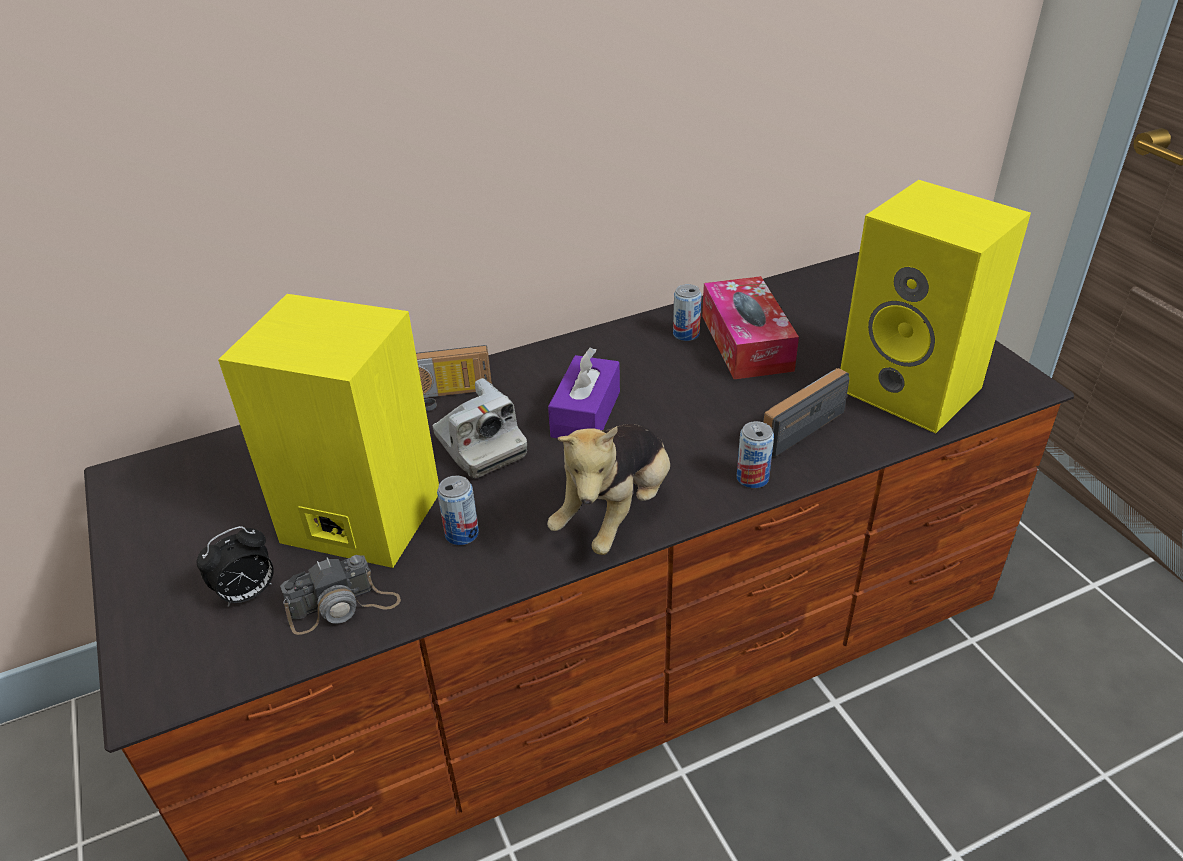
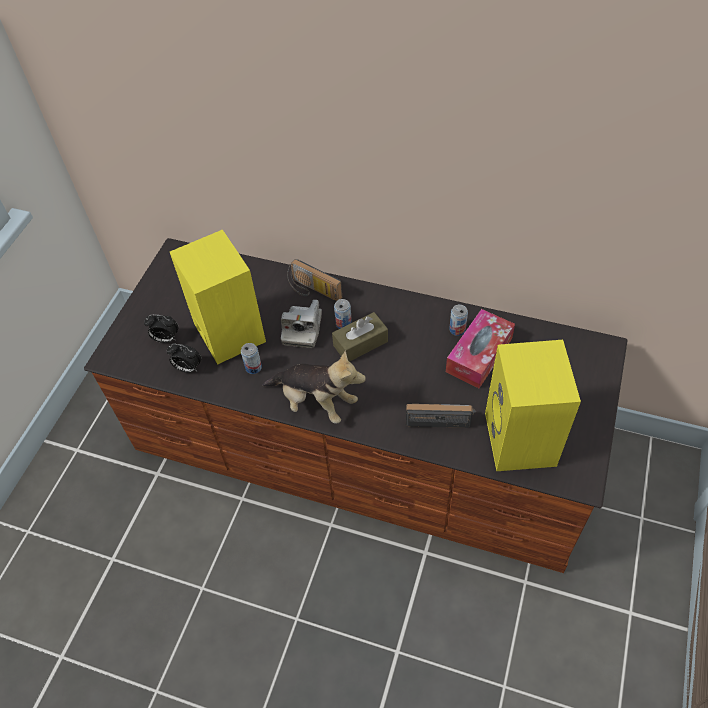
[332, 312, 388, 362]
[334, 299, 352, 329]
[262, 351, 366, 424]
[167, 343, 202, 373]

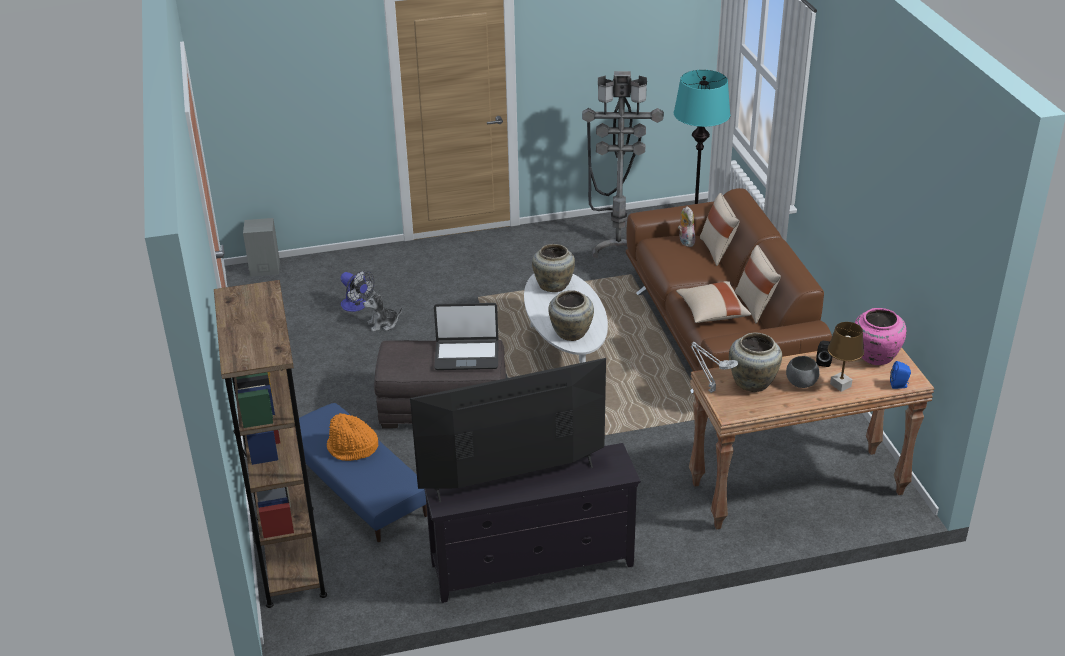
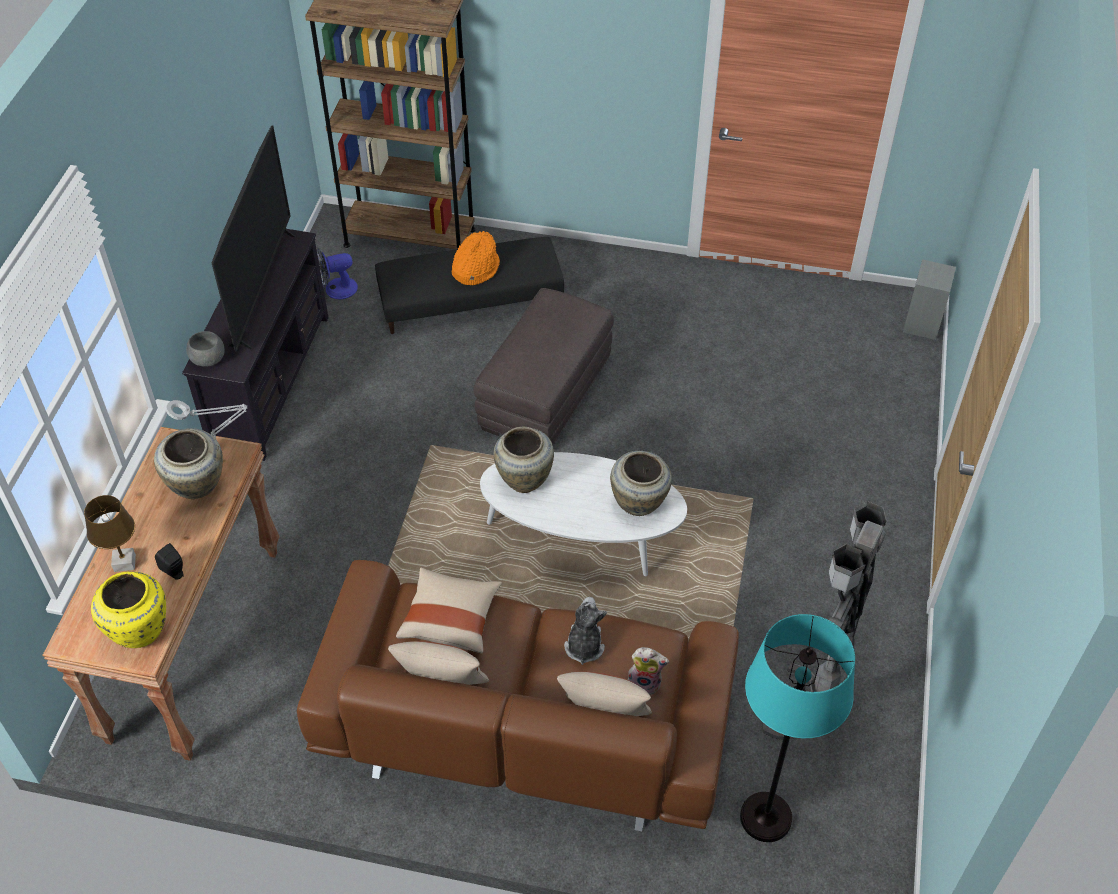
[316, 247, 358, 299]
[564, 597, 607, 665]
[434, 303, 498, 370] (first image)
[91, 572, 166, 648]
[186, 331, 225, 367]
[890, 361, 911, 389] (first image)
[375, 237, 564, 334]

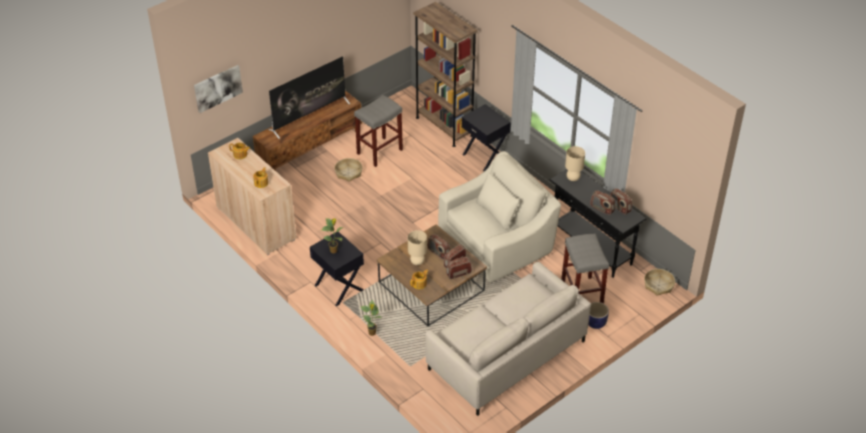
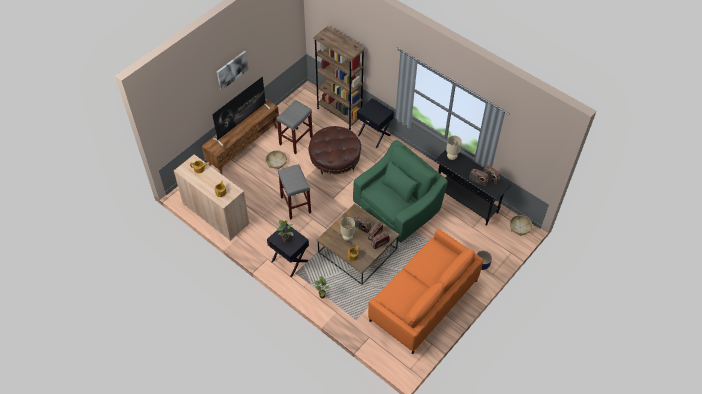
[217, 51, 249, 91]
[353, 140, 448, 243]
[278, 164, 311, 220]
[368, 229, 484, 354]
[308, 126, 361, 176]

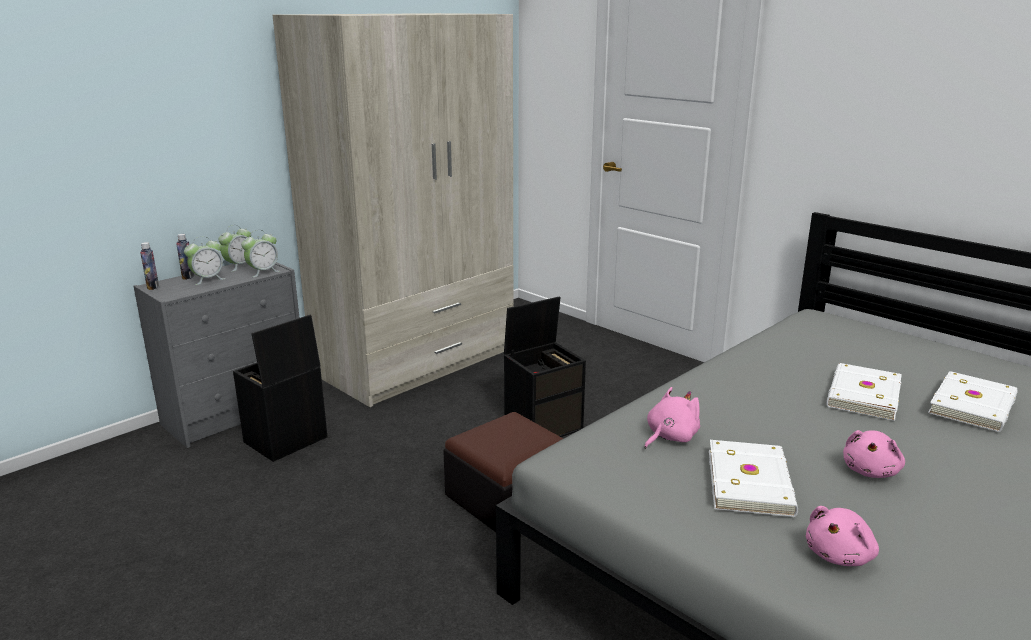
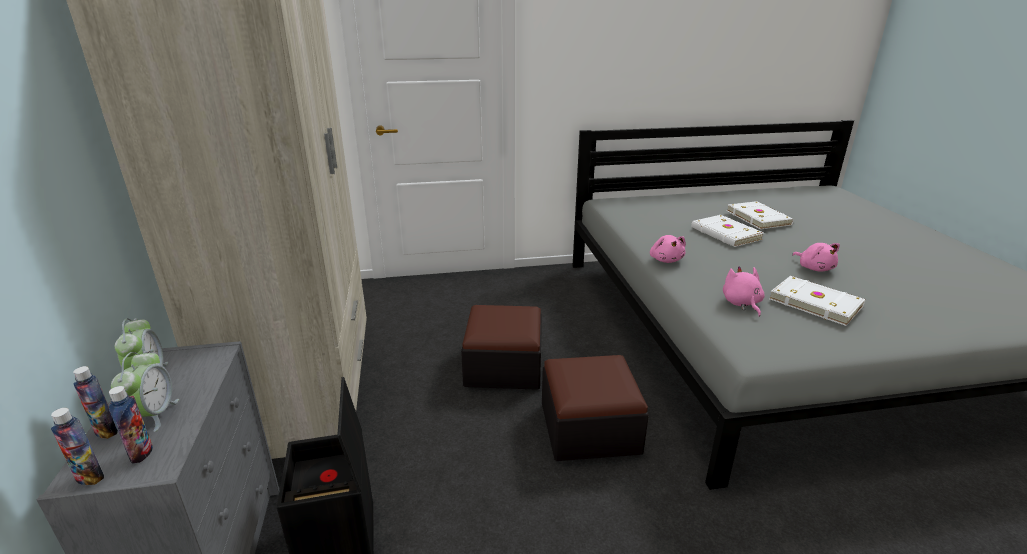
[241, 230, 280, 277] (first image)
[461, 305, 542, 390]
[650, 235, 686, 263]
[109, 386, 153, 464]

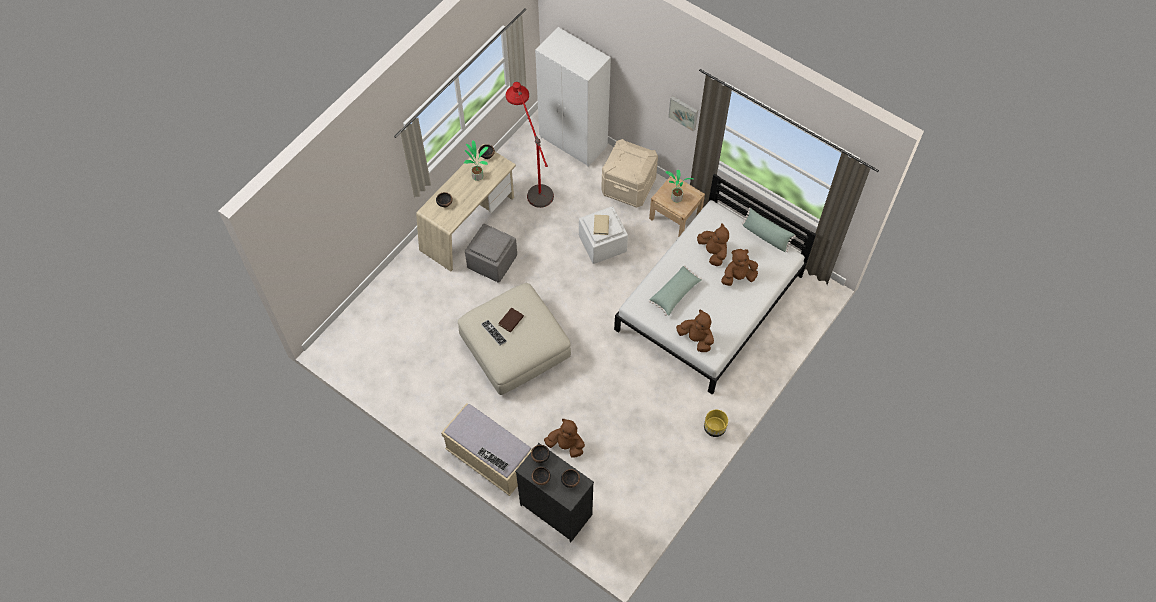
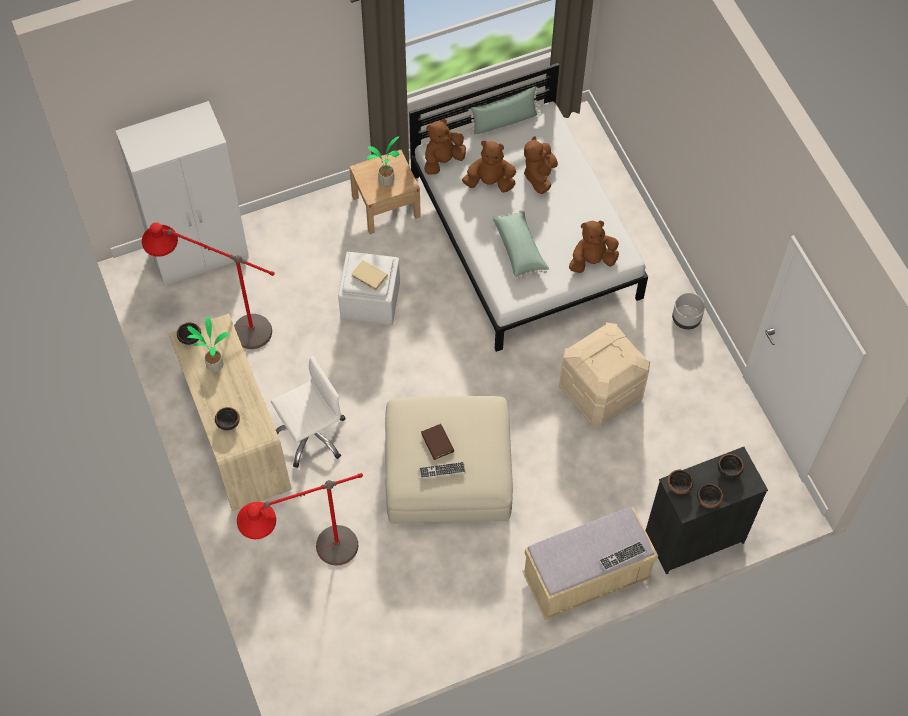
[668, 96, 698, 132] (first image)
[559, 323, 650, 426]
[271, 356, 346, 468]
[672, 293, 705, 330]
[424, 119, 466, 175]
[237, 473, 363, 566]

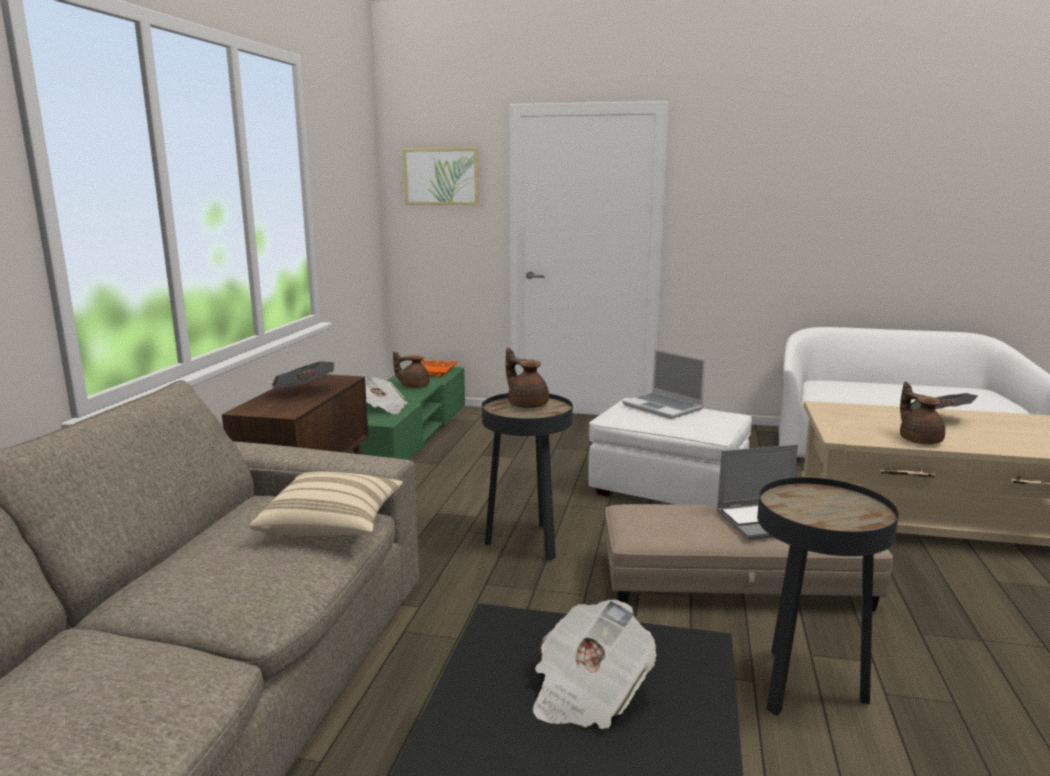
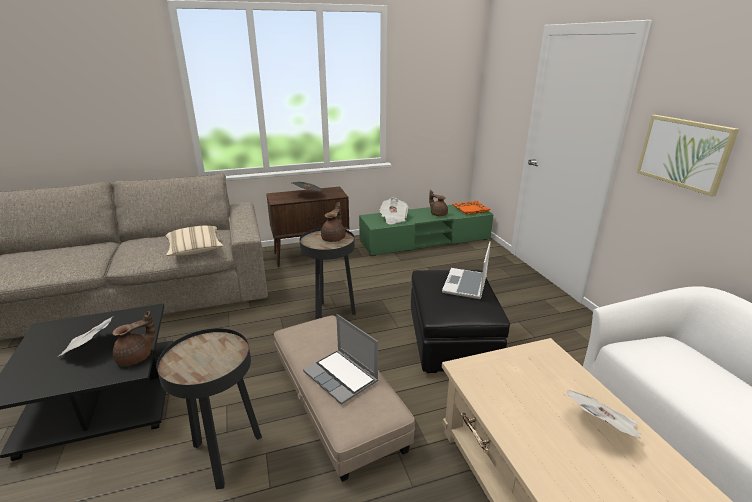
[637, 115, 739, 196]
[112, 311, 155, 366]
[411, 270, 510, 373]

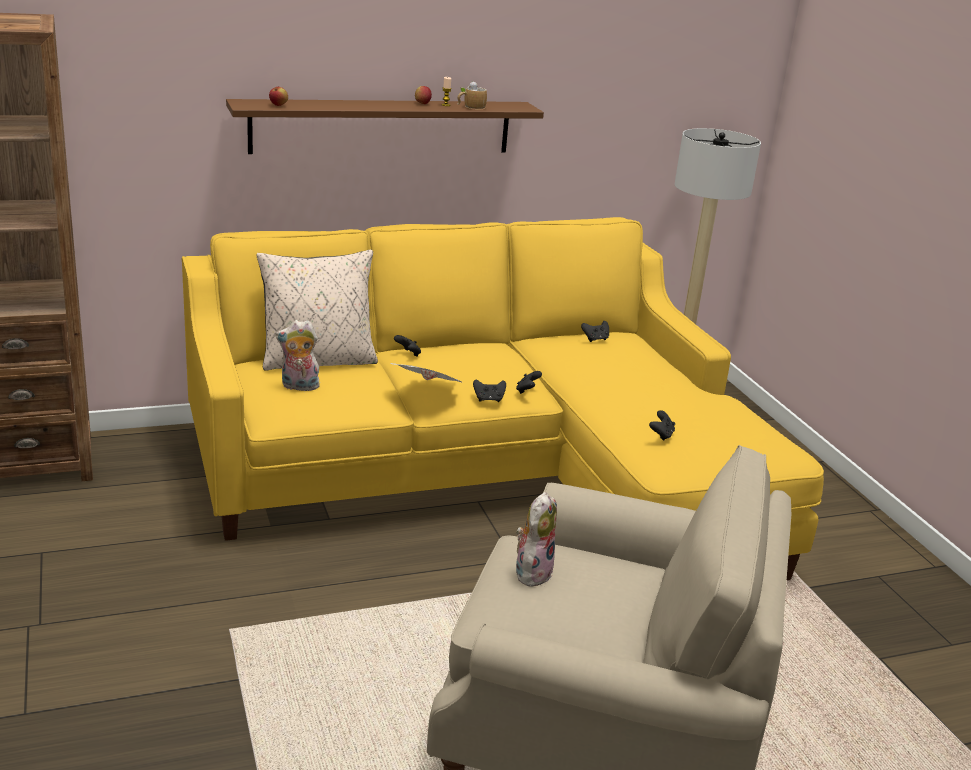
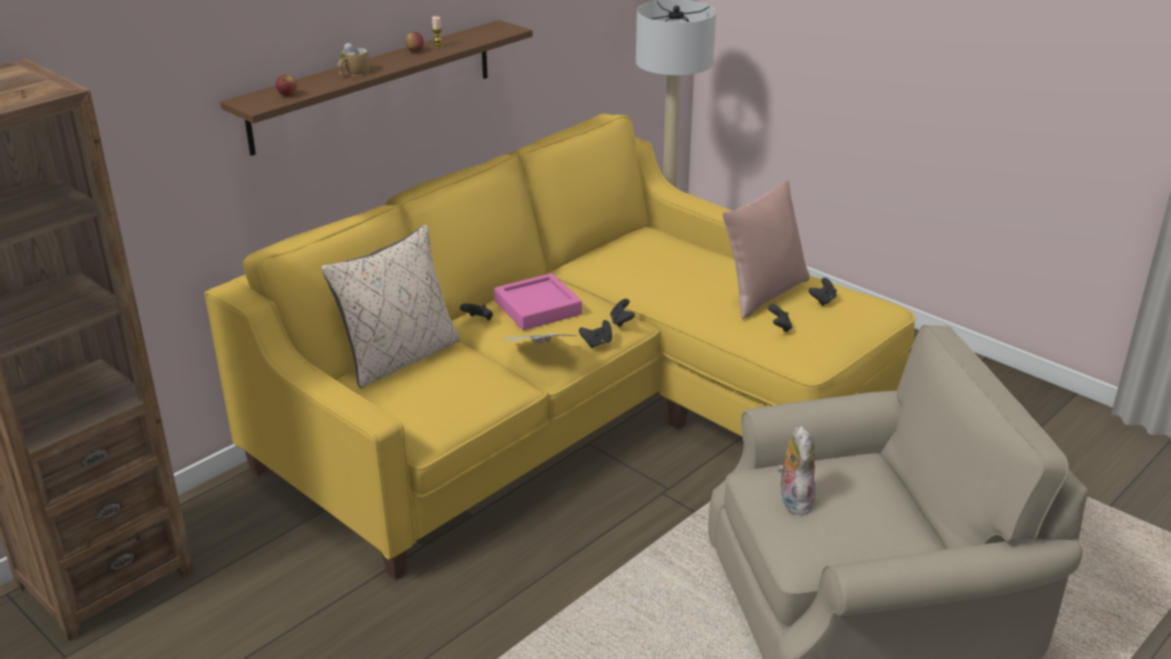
[338, 43, 370, 75]
[275, 320, 320, 391] (first image)
[809, 278, 837, 306]
[723, 180, 810, 319]
[494, 273, 582, 330]

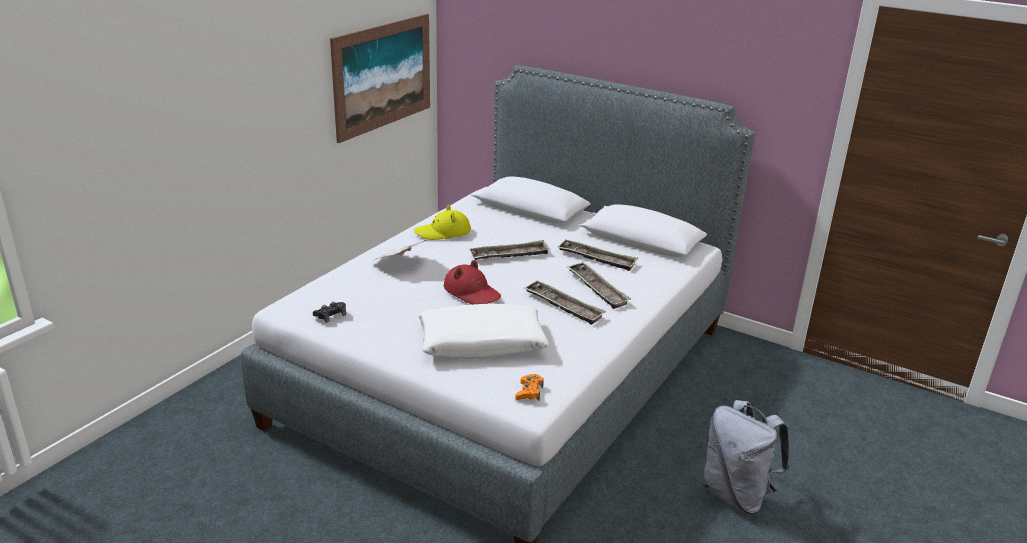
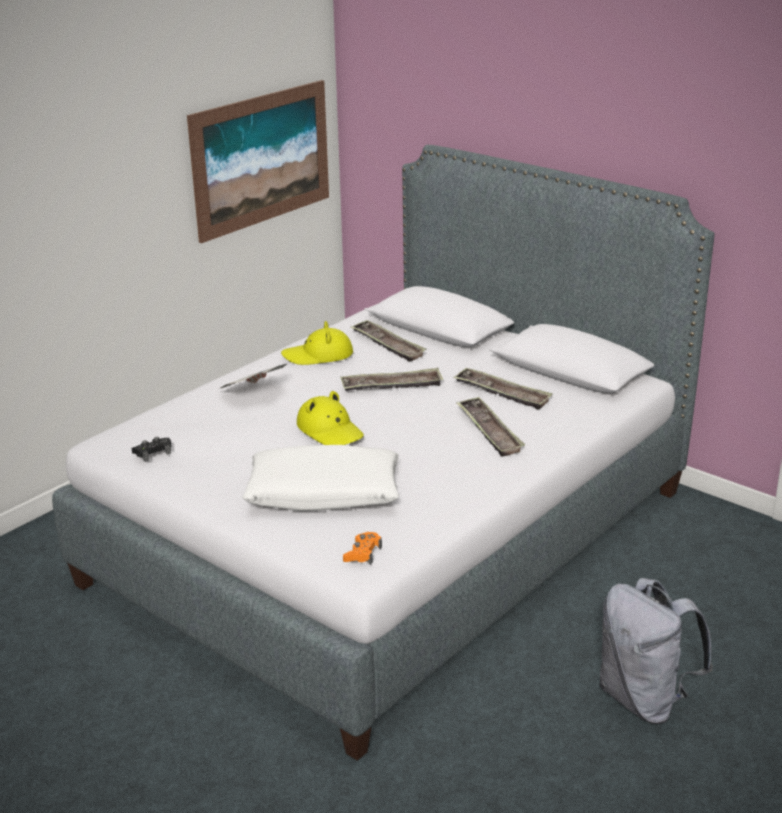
[297, 391, 364, 445]
[351, 320, 427, 362]

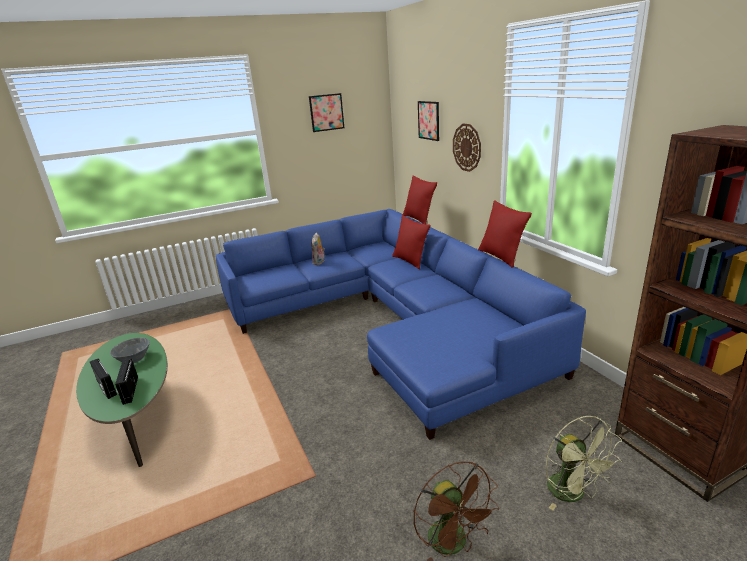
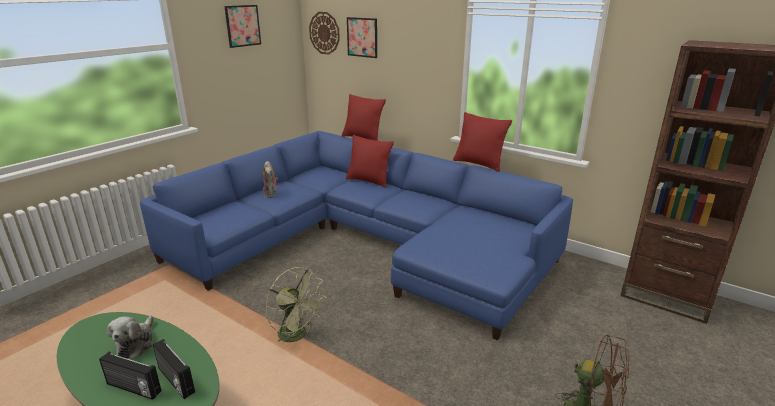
[309, 12, 340, 55]
[107, 316, 153, 359]
[266, 267, 326, 342]

